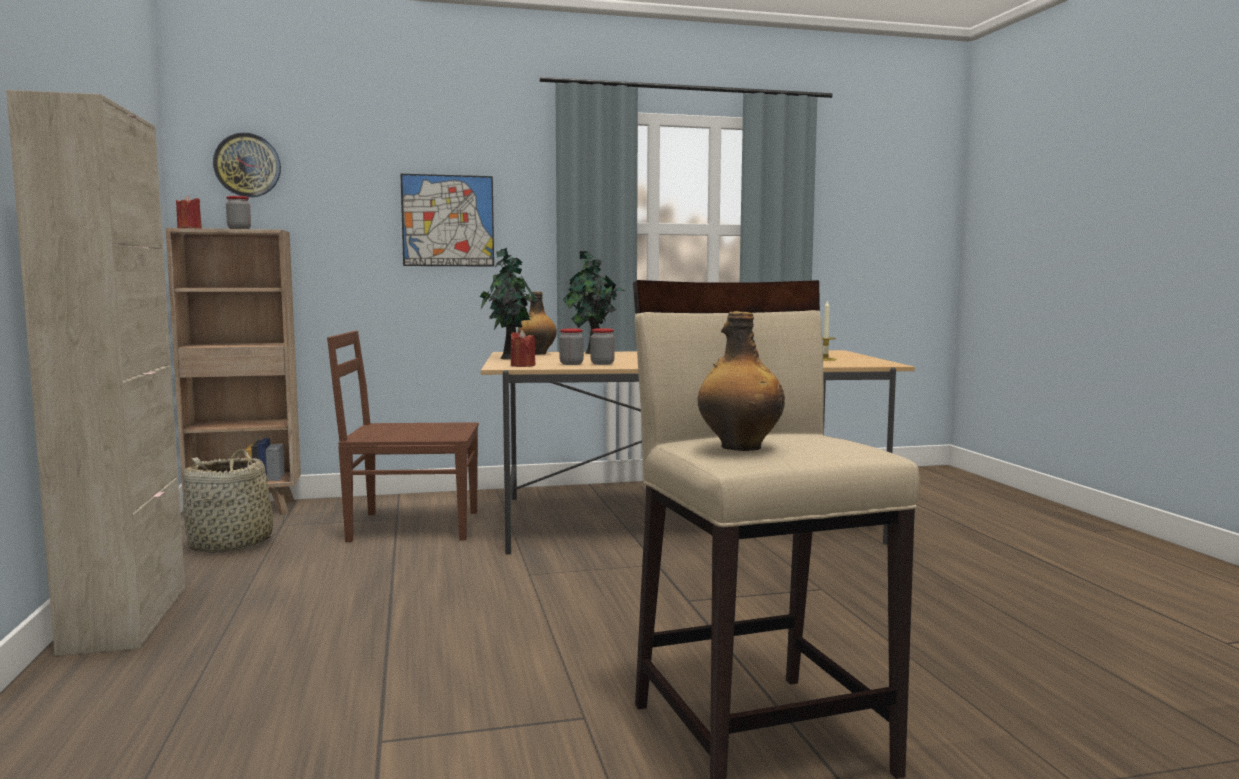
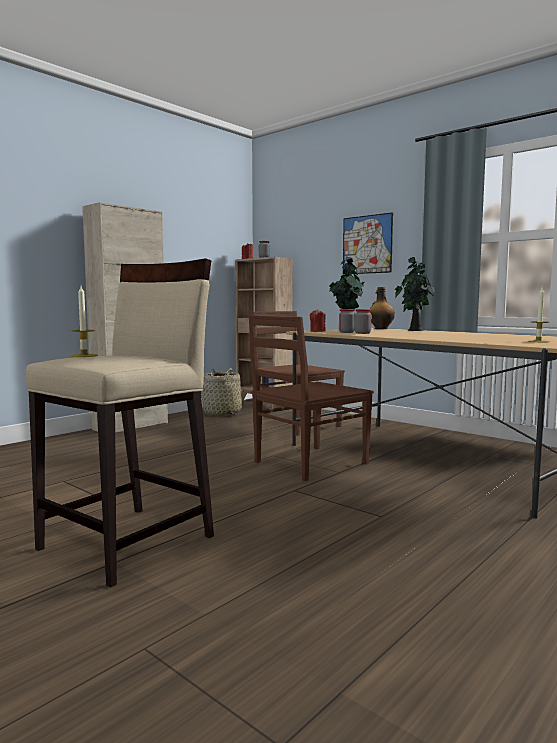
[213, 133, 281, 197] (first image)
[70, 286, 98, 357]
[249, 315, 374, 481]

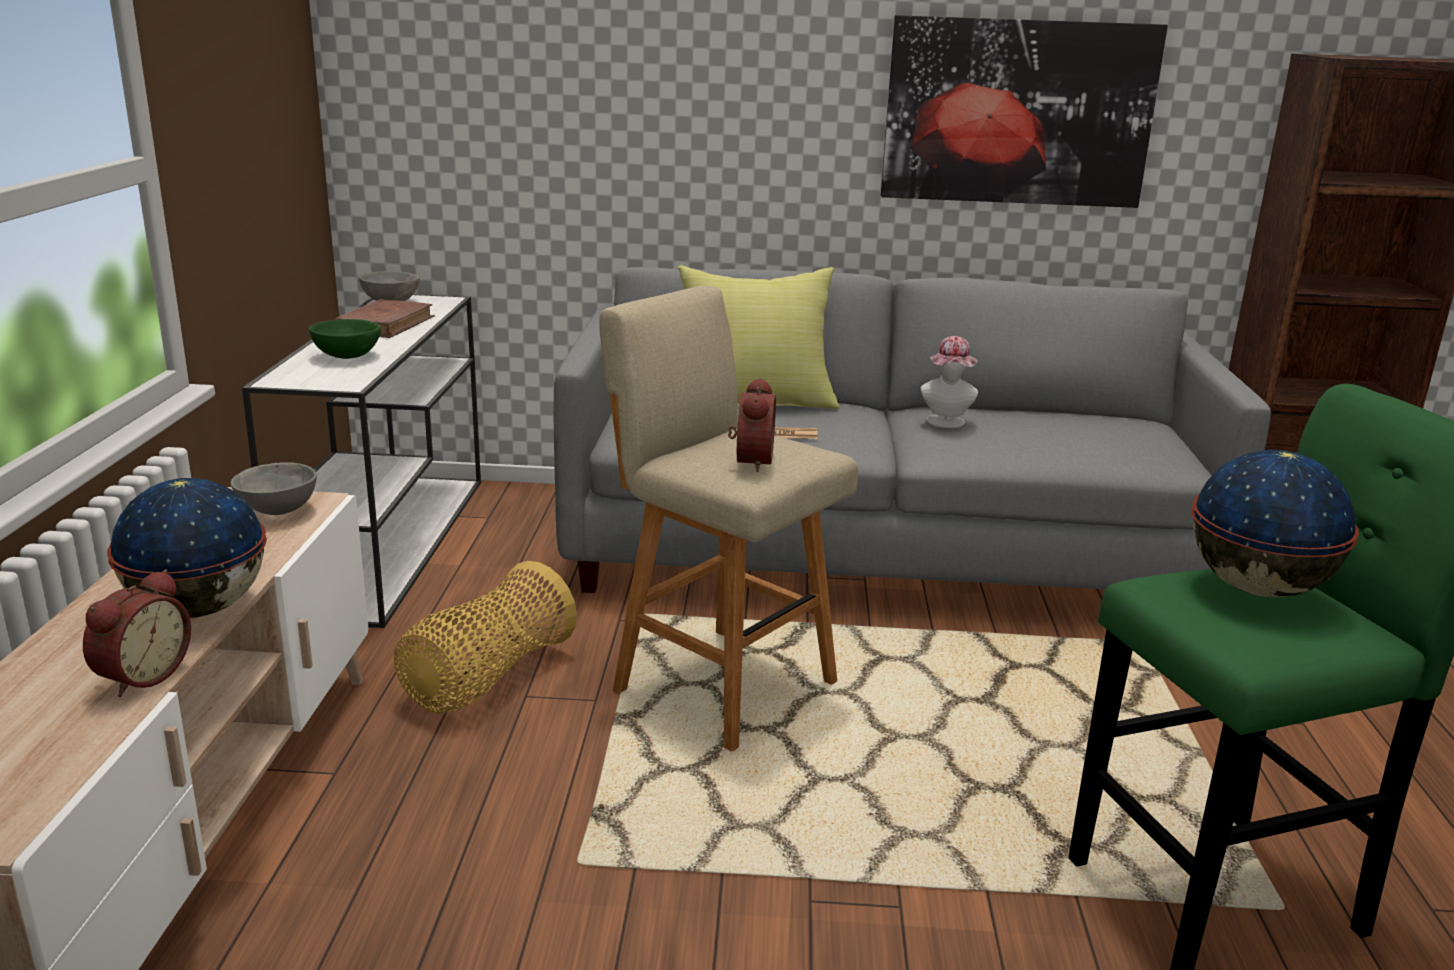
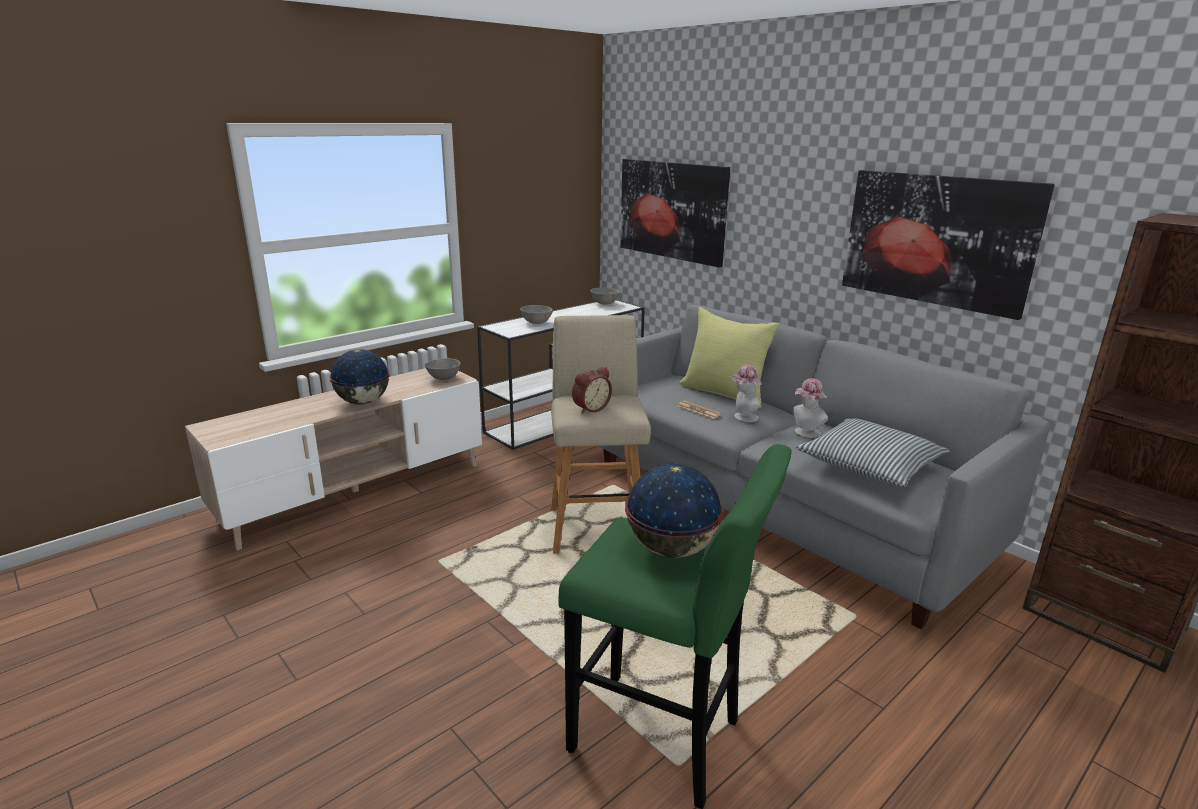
[334, 299, 435, 338] (first image)
[520, 305, 553, 324]
[394, 561, 577, 713] (first image)
[83, 569, 191, 697] (first image)
[620, 159, 730, 267]
[730, 365, 762, 422]
[796, 418, 950, 487]

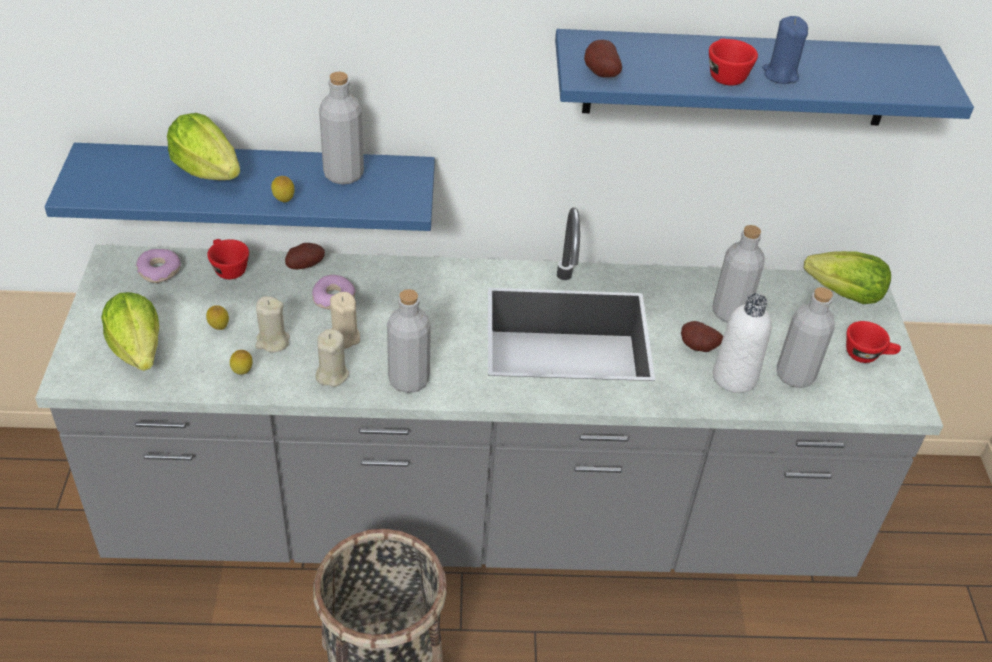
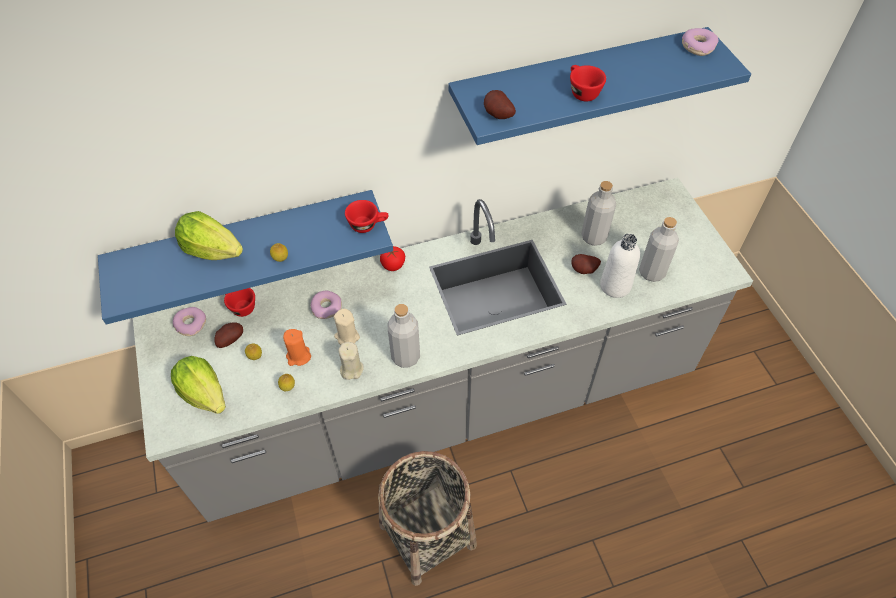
[762, 16, 808, 84] (first image)
[319, 72, 364, 185] (first image)
[214, 322, 243, 348]
[804, 251, 891, 304] (first image)
[283, 329, 311, 366]
[345, 200, 389, 233]
[682, 28, 719, 56]
[380, 246, 405, 271]

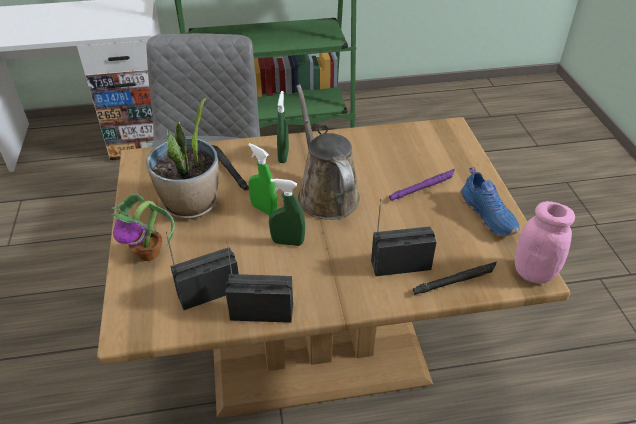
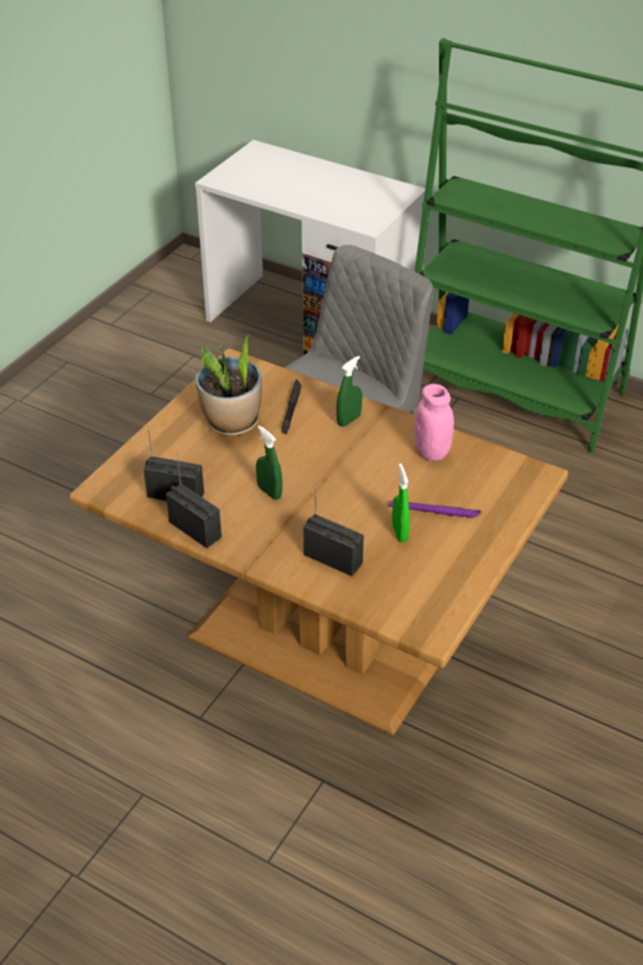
[296, 84, 360, 220] (first image)
[392, 463, 410, 542]
[459, 167, 520, 237] (first image)
[111, 194, 175, 261] (first image)
[414, 384, 454, 461]
[413, 261, 497, 295] (first image)

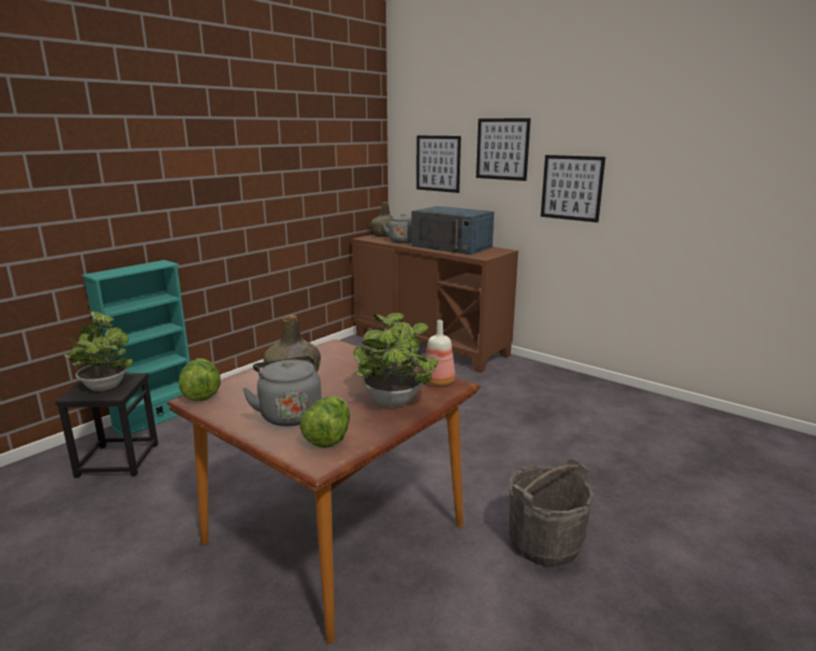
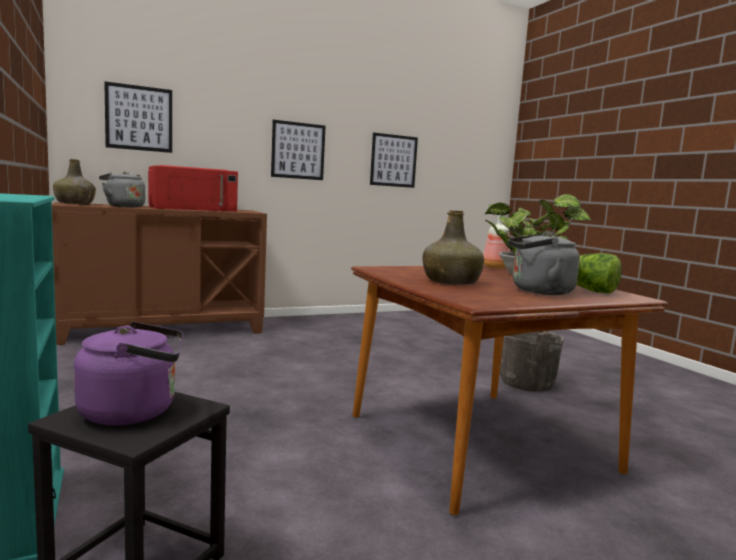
[370, 133, 418, 188]
[148, 165, 238, 212]
[74, 322, 183, 425]
[179, 359, 221, 401] (first image)

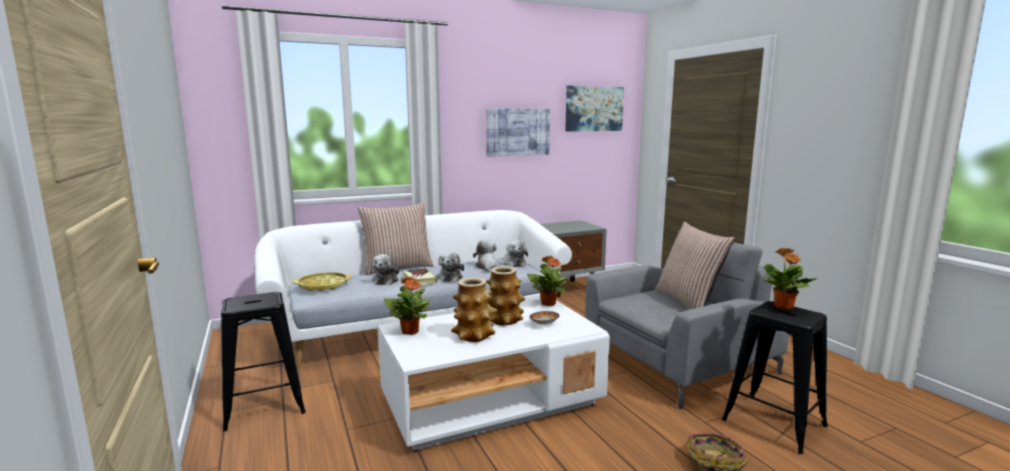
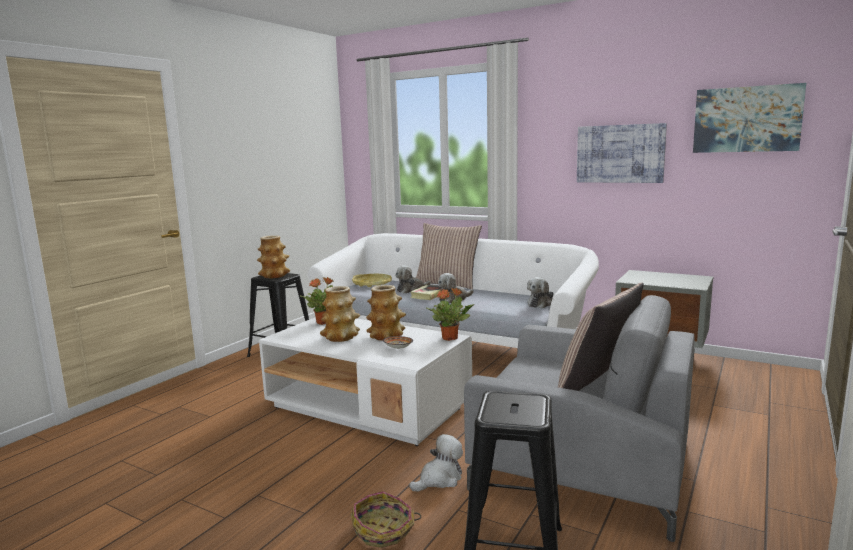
[409, 434, 463, 492]
[764, 248, 817, 309] (first image)
[257, 235, 290, 278]

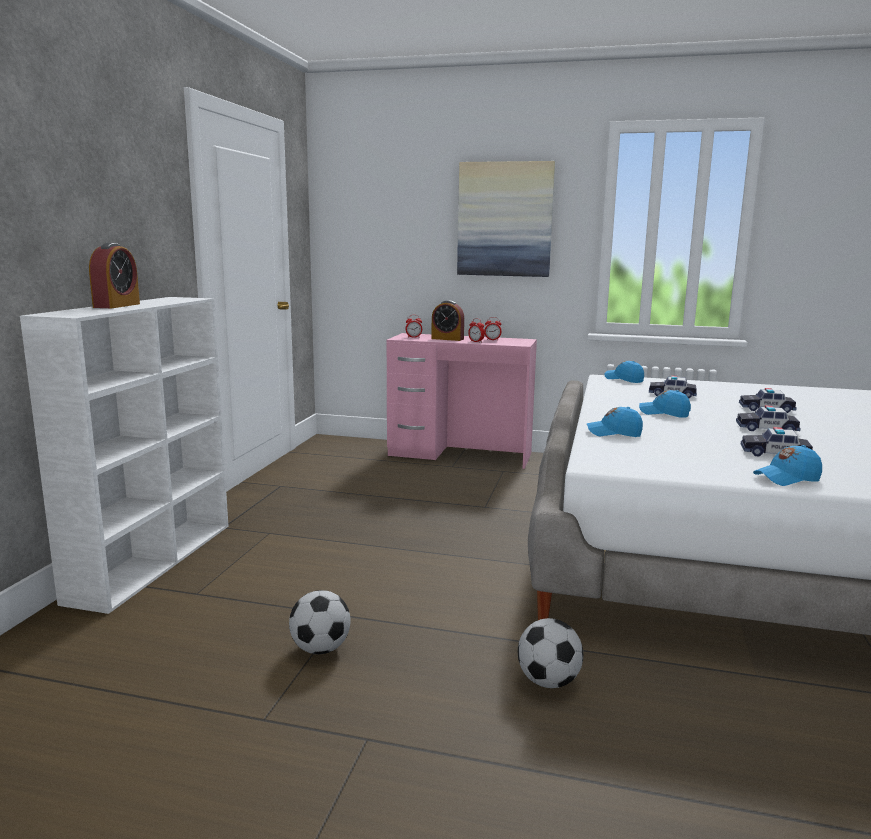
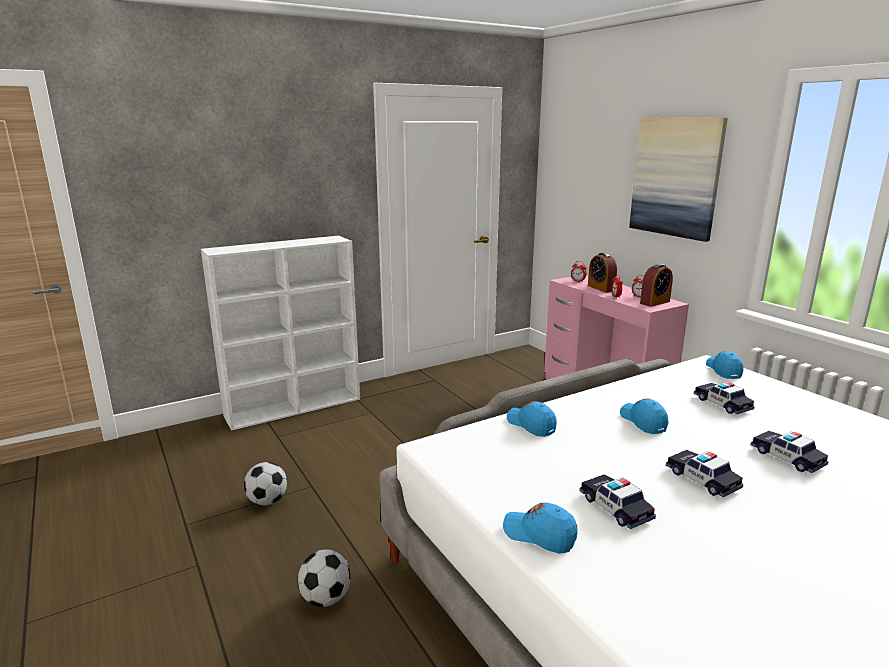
[640, 264, 673, 307]

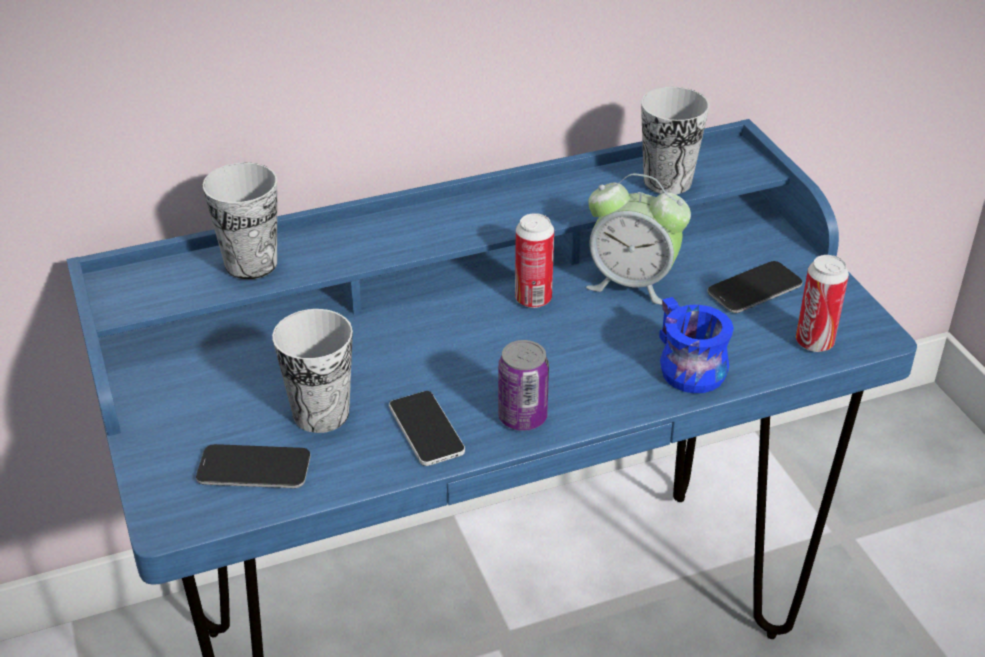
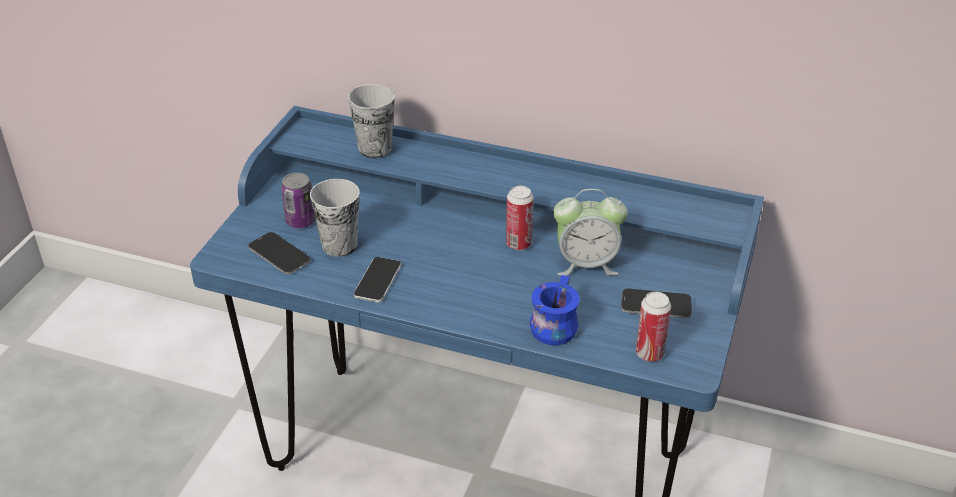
[641, 87, 709, 194] (first image)
[553, 189, 628, 276]
[281, 173, 315, 228]

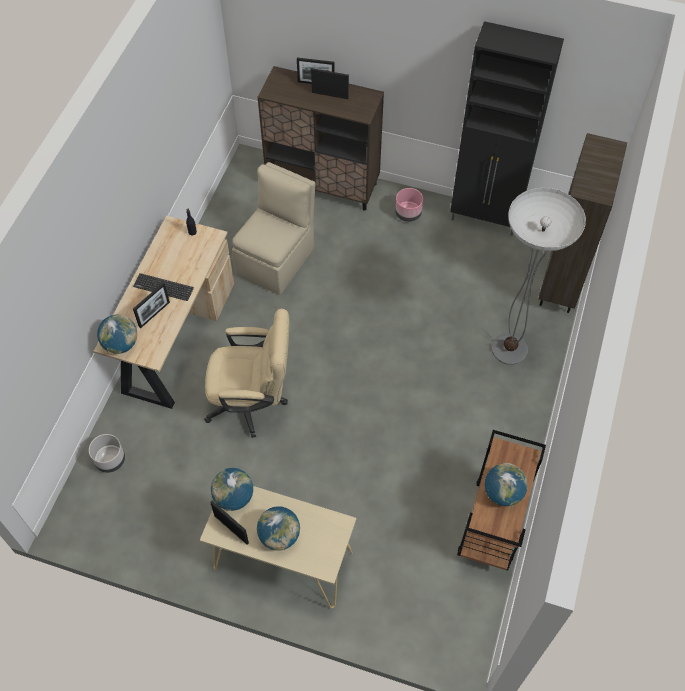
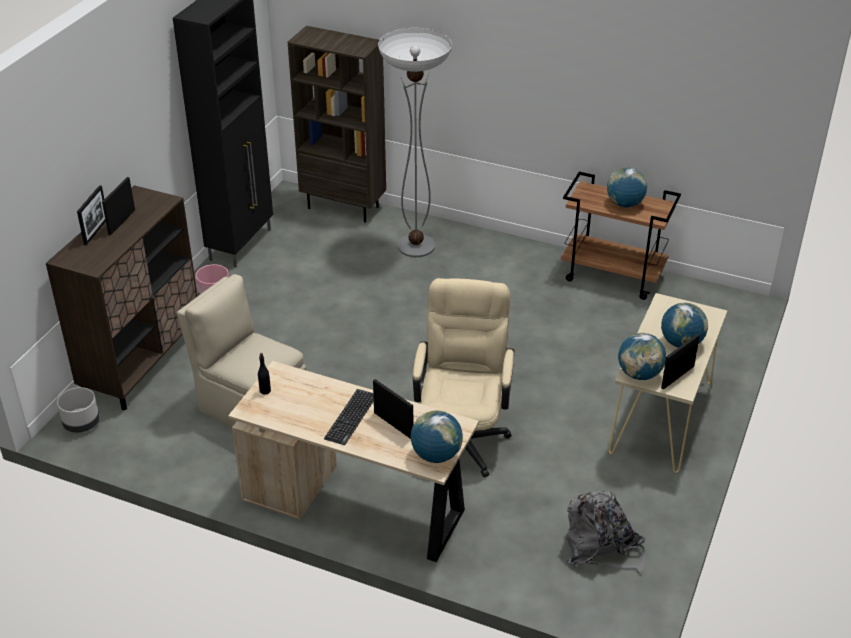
[57, 387, 100, 433]
[566, 491, 645, 574]

